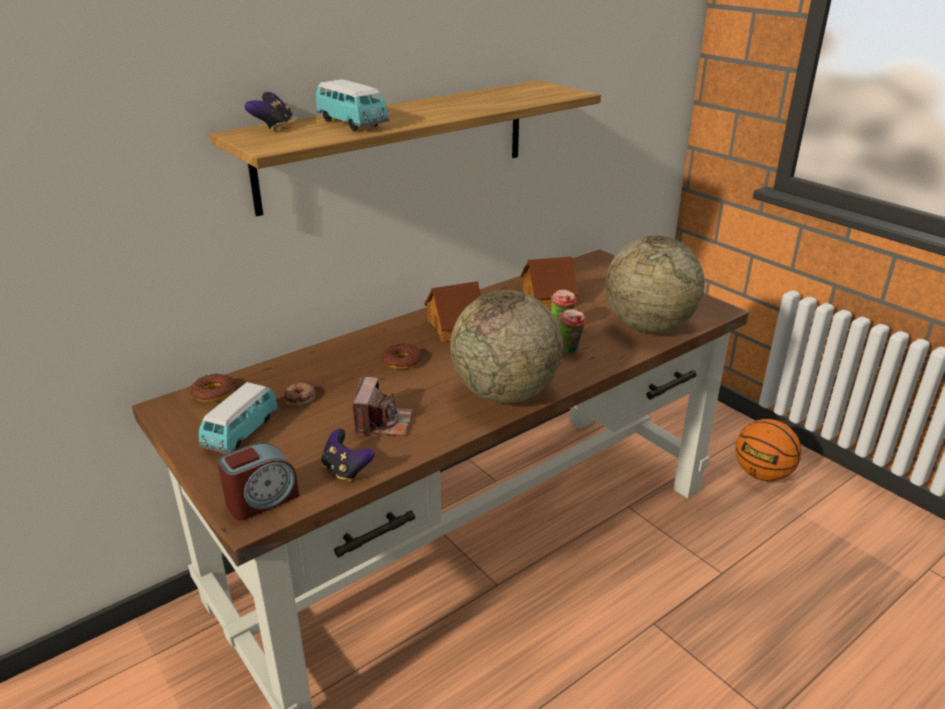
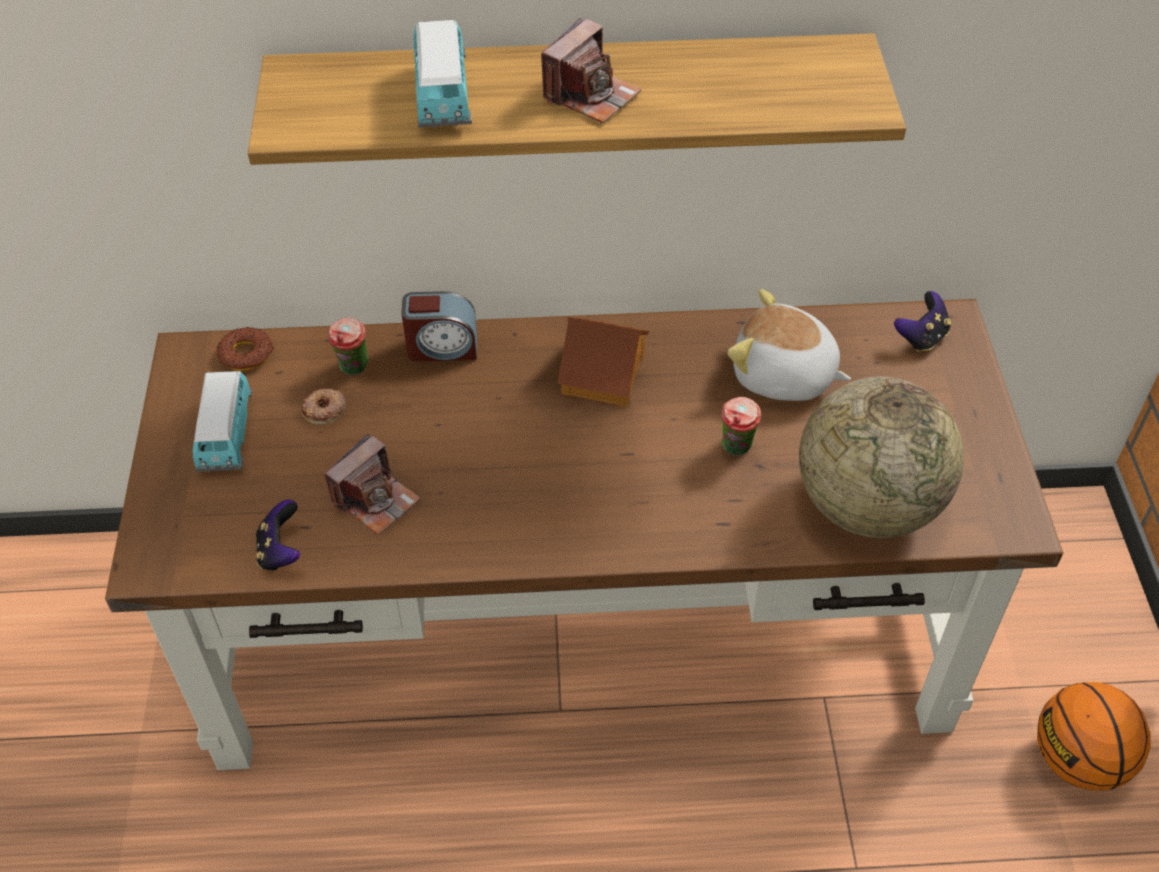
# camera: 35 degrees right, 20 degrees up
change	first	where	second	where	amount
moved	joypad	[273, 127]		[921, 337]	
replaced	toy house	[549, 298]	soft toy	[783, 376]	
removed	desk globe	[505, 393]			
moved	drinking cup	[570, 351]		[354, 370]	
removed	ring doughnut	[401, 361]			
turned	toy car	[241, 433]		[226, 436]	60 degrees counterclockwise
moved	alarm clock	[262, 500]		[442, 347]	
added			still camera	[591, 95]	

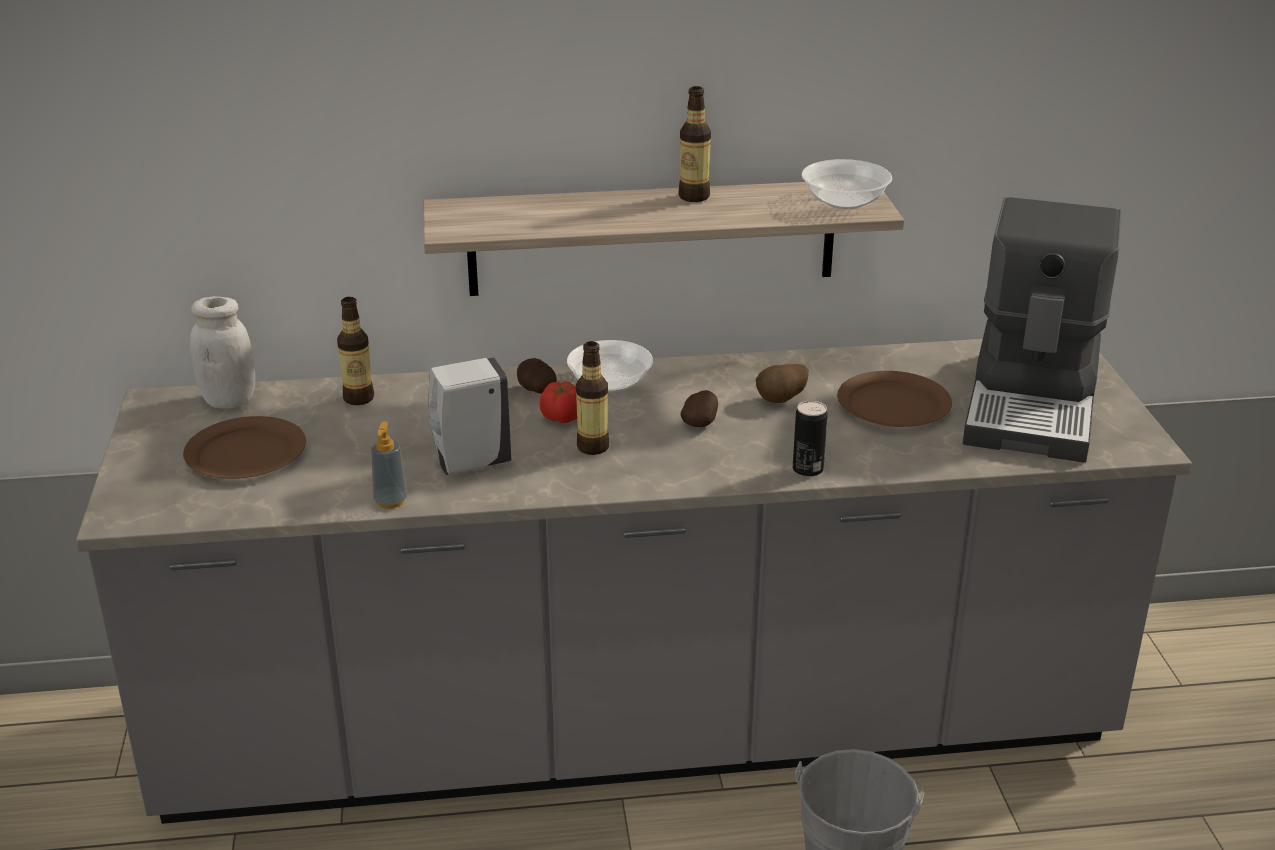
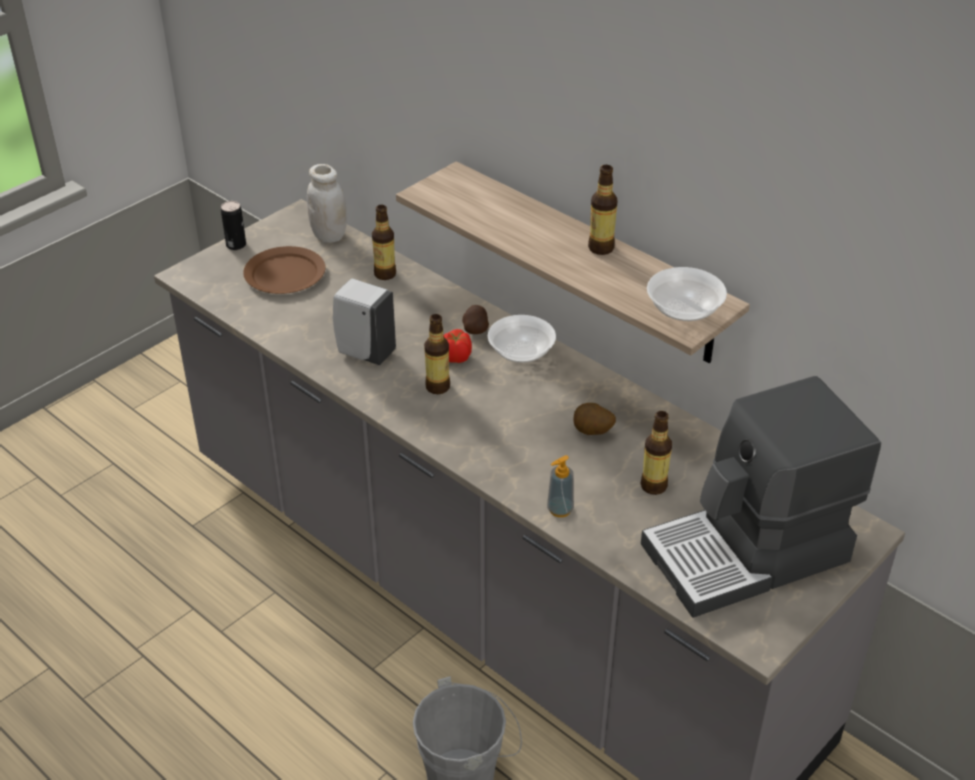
# camera: 50 degrees right, 10 degrees up
change	first	where	second	where	amount
replaced	brown flat dish	[893, 405]	beverage bottle	[653, 486]	
removed	potato	[701, 423]			
moved	sealed can	[807, 469]		[236, 245]	
moved	soap bottle	[390, 501]		[560, 509]	

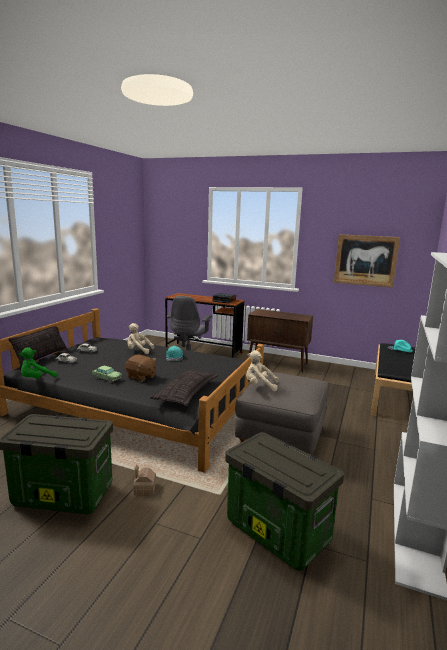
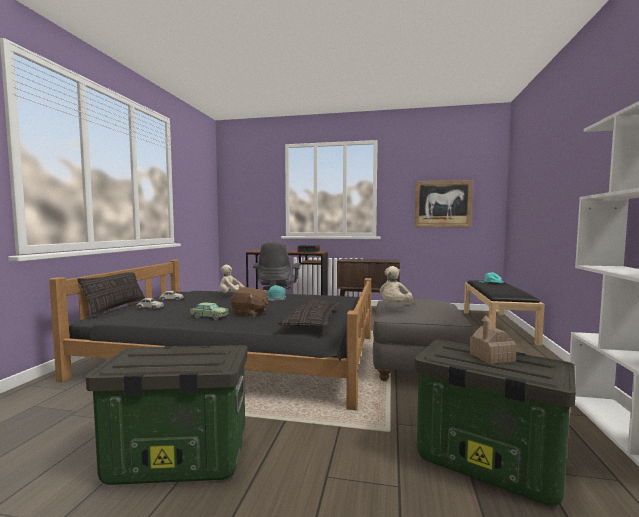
# camera: 10 degrees left, 10 degrees down
change	first	where	second	where	amount
removed	greenish soft toy	[36, 379]			
turned	beige-coloured soft toy	[259, 386]		[394, 306]	60 degrees counterclockwise
moved	toy house	[144, 488]		[491, 357]	

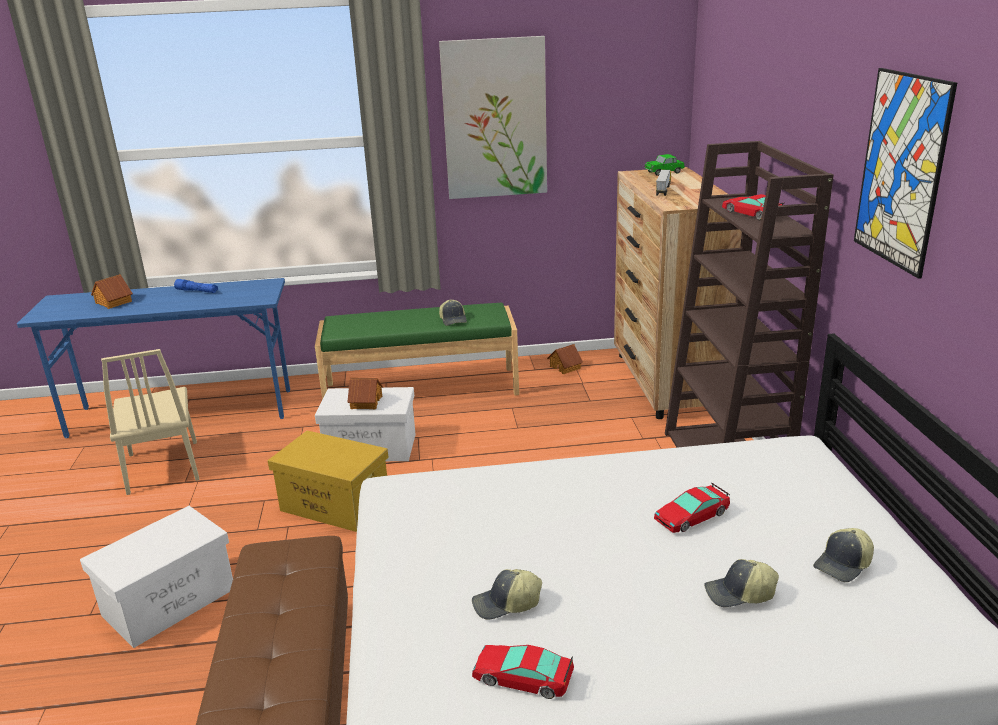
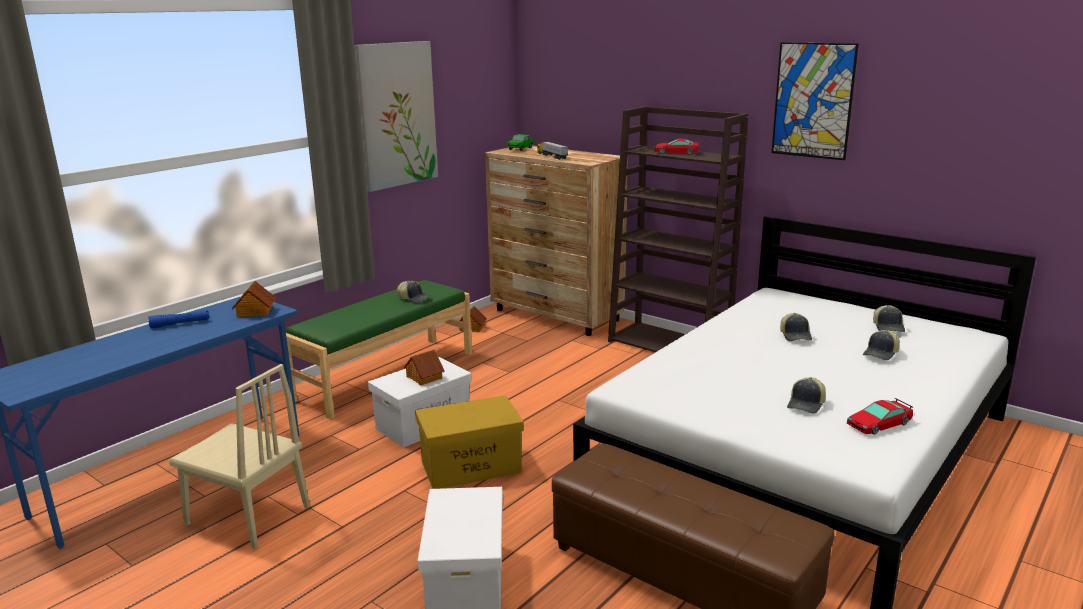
# camera: 45 degrees left, 5 degrees down
change	first	where	second	where	amount
moved	toy house	[113, 302]		[254, 312]	
replaced	toy car	[691, 516]	baseball cap	[796, 336]	

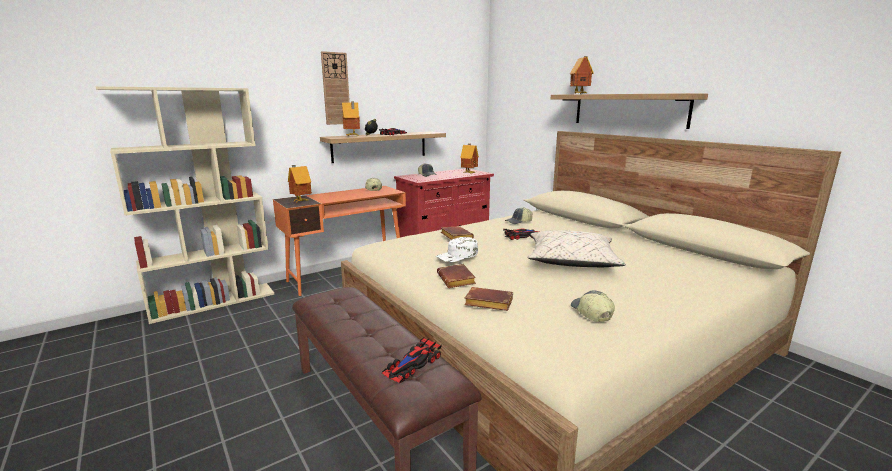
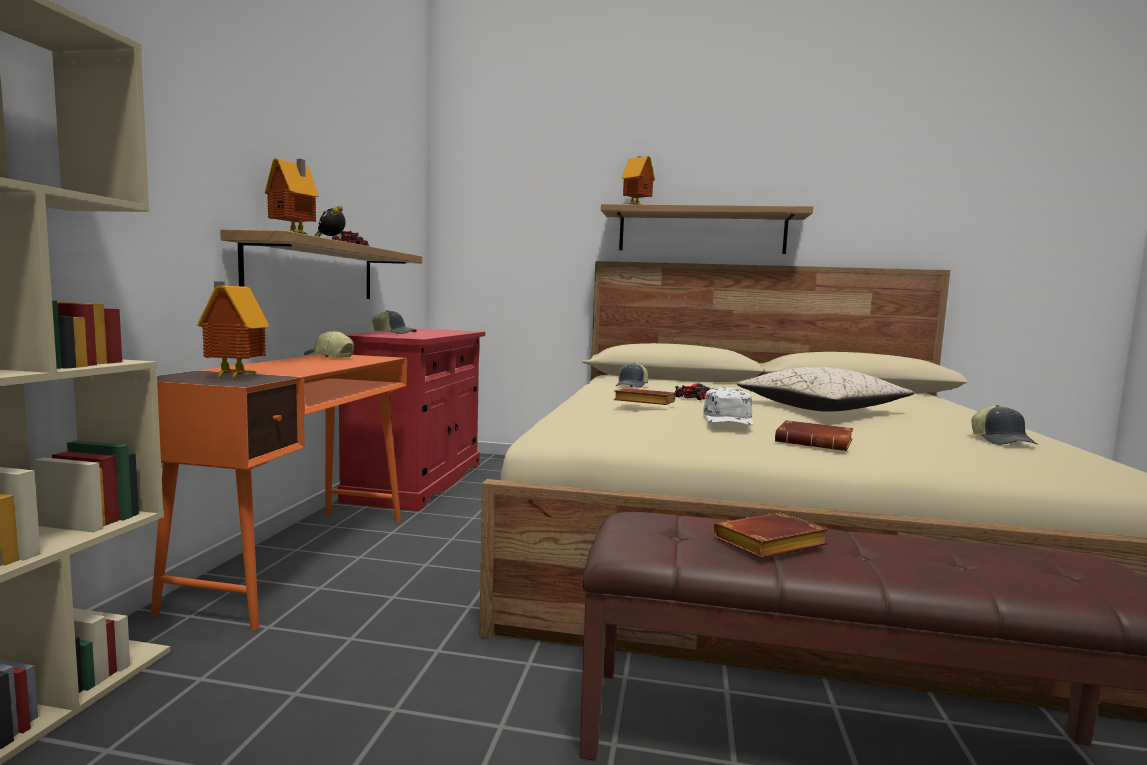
# camera: 45 degrees left, 10 degrees down
change	first	where	second	where	amount
removed	clock on the wall	[336, 89]			
removed	toy house	[469, 173]			
moved	brown volume	[487, 303]		[769, 545]	
turned	baseball cap	[590, 313]		[1002, 441]	120 degrees counterclockwise
removed	toy car	[412, 365]			

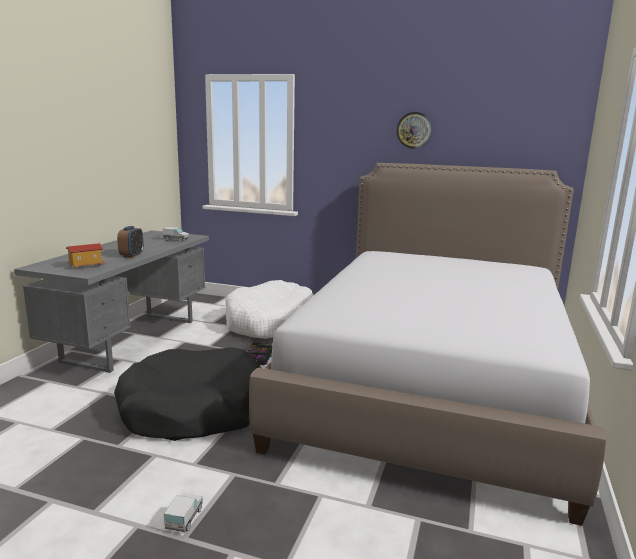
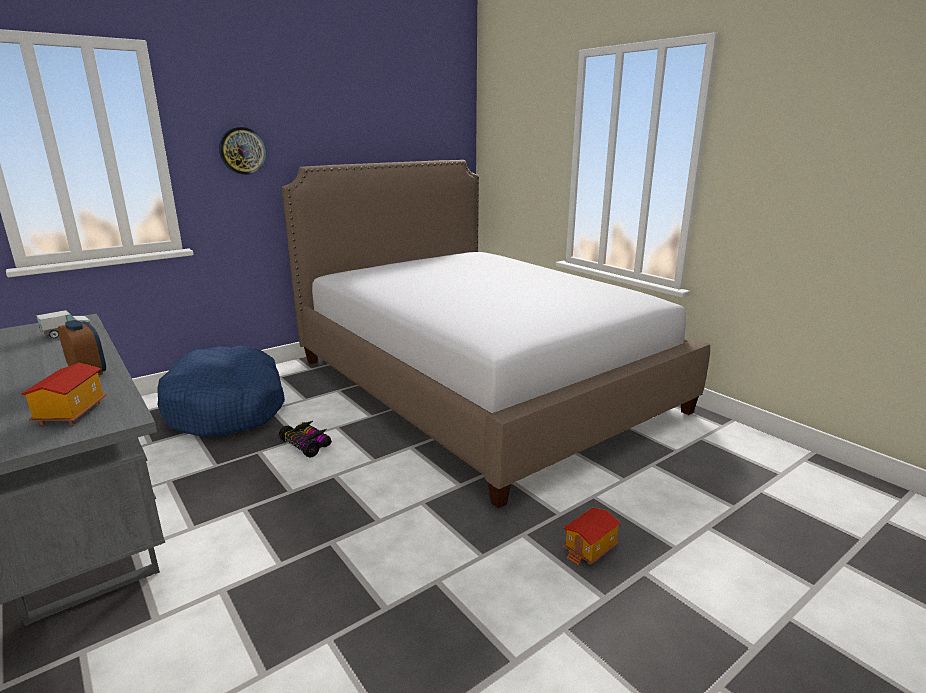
# camera: 55 degrees left, 5 degrees up
change	first	where	second	where	amount
moved	clock on the wall	[414, 130]		[242, 151]	
recoloured	white dog cushion	[270, 323]	bluish dog cushion	[227, 407]	
removed	black-coloured dog cushion	[194, 409]			
removed	toy truck	[184, 519]			
added			toy house	[590, 549]	

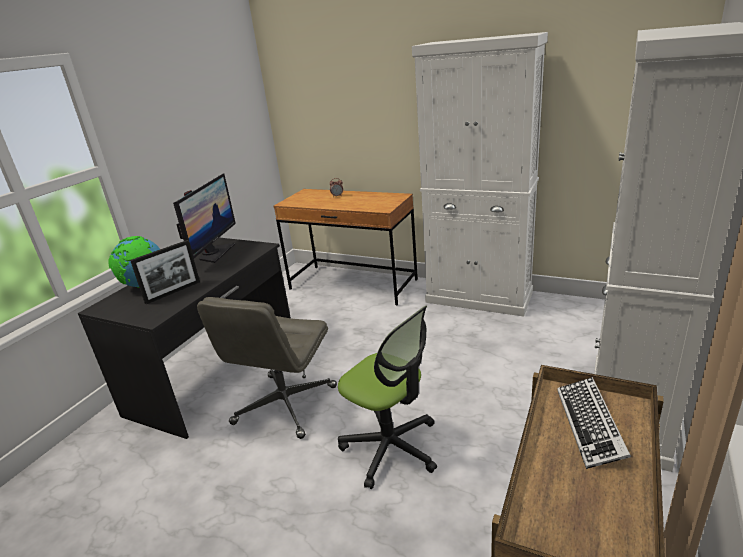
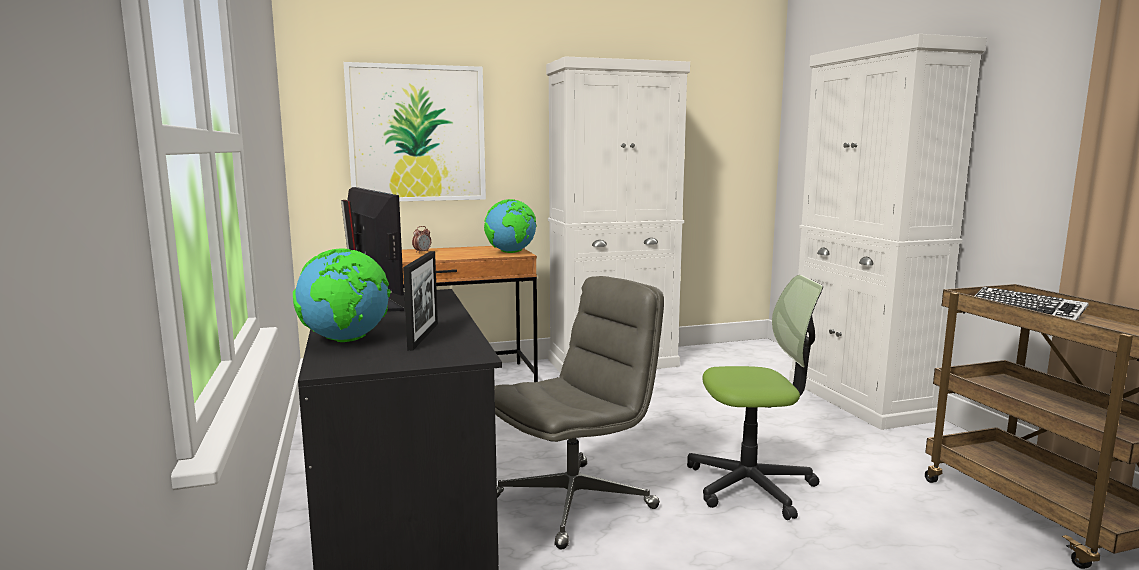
# camera: 45 degrees left, 15 degrees down
change	first	where	second	where	amount
turned	greyish computer chair	[285, 406]		[574, 502]	105 degrees counterclockwise
added			picture	[417, 134]	
added			desk globe	[511, 252]	

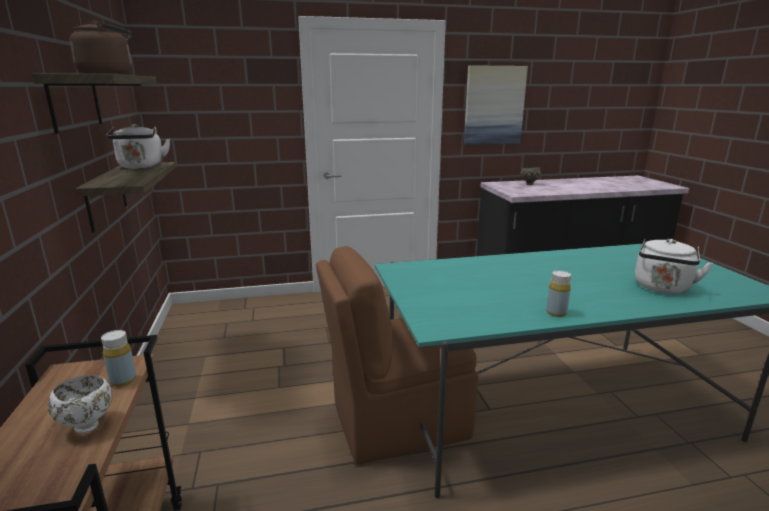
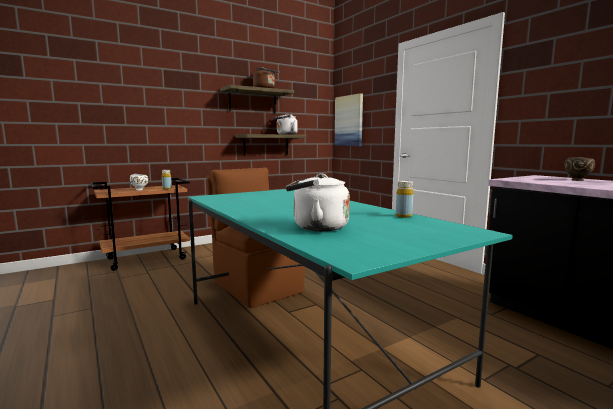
# camera: 70 degrees right, 10 degrees down
change	first	where	second	where	amount
moved	picture	[494, 106]		[349, 121]	
moved	yellow beverage bottle	[556, 313]		[403, 216]	

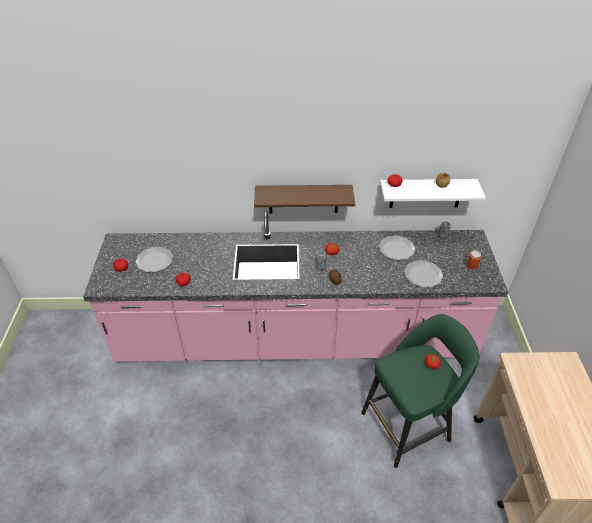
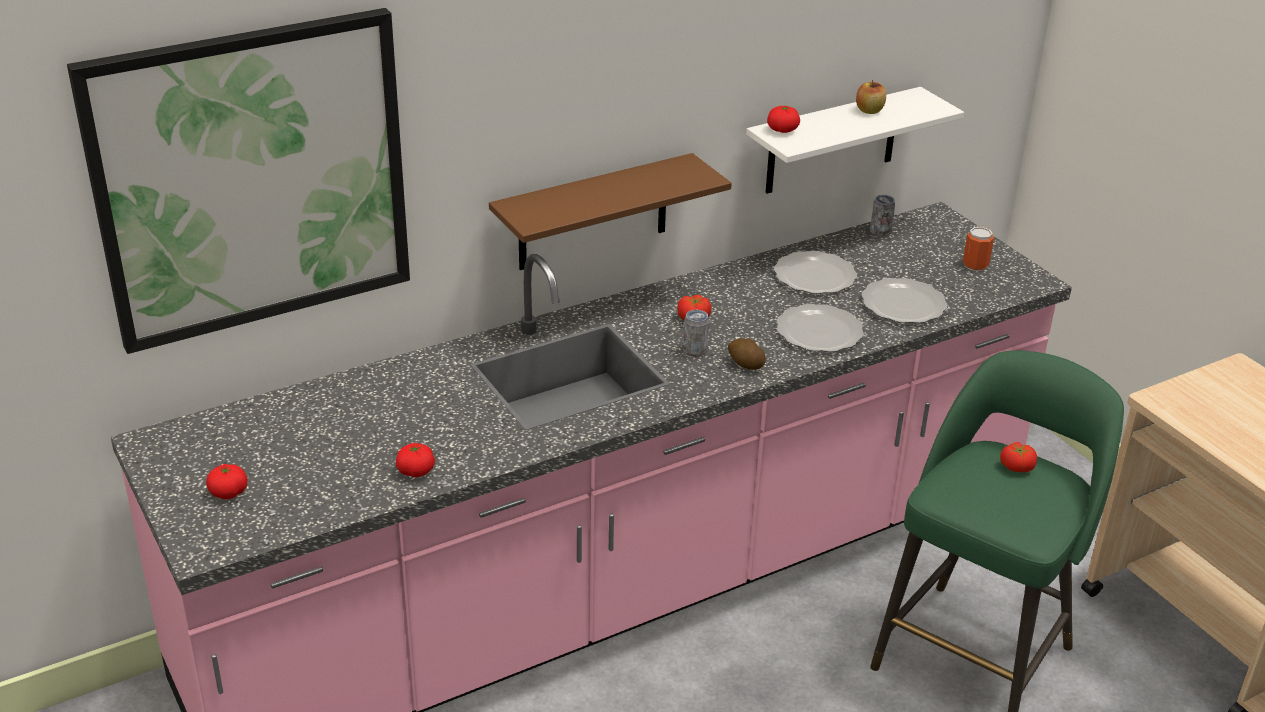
# camera: 30 degrees left, 10 degrees down
change	first	where	second	where	amount
moved	flat dish	[154, 260]		[817, 331]	
added			picture	[252, 179]	

